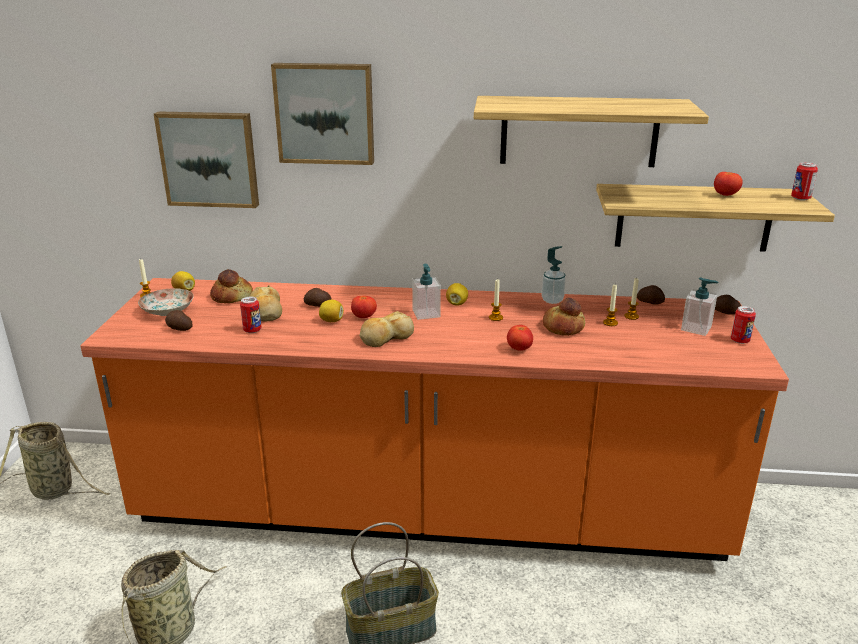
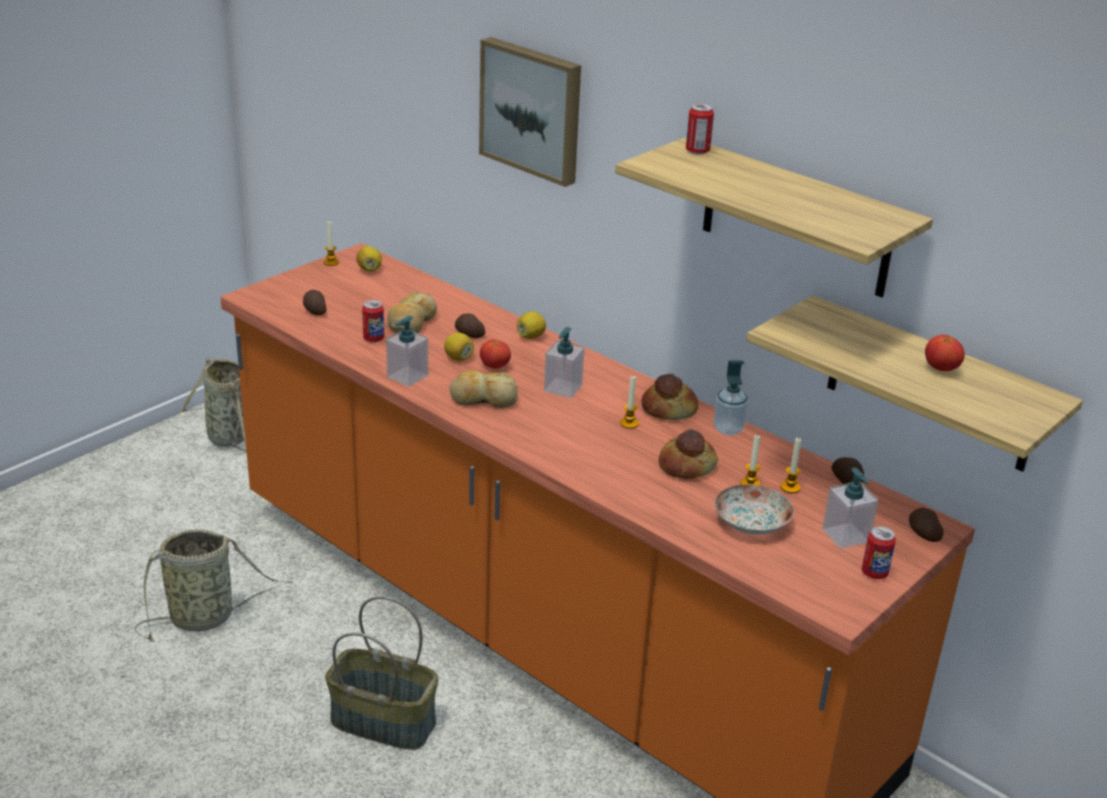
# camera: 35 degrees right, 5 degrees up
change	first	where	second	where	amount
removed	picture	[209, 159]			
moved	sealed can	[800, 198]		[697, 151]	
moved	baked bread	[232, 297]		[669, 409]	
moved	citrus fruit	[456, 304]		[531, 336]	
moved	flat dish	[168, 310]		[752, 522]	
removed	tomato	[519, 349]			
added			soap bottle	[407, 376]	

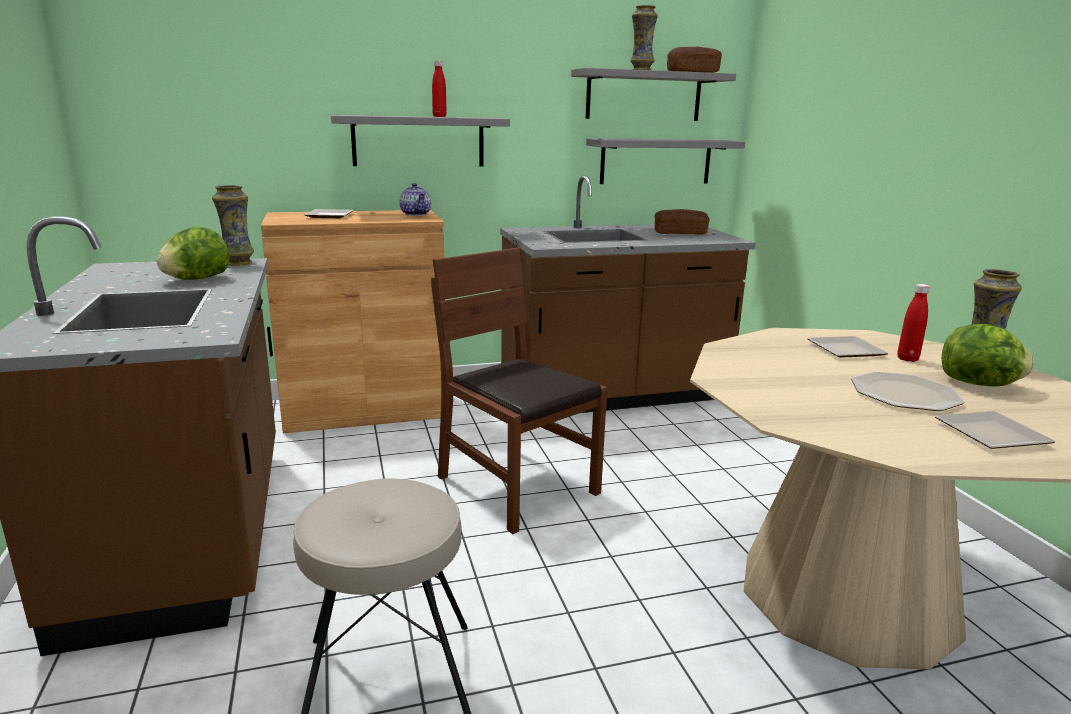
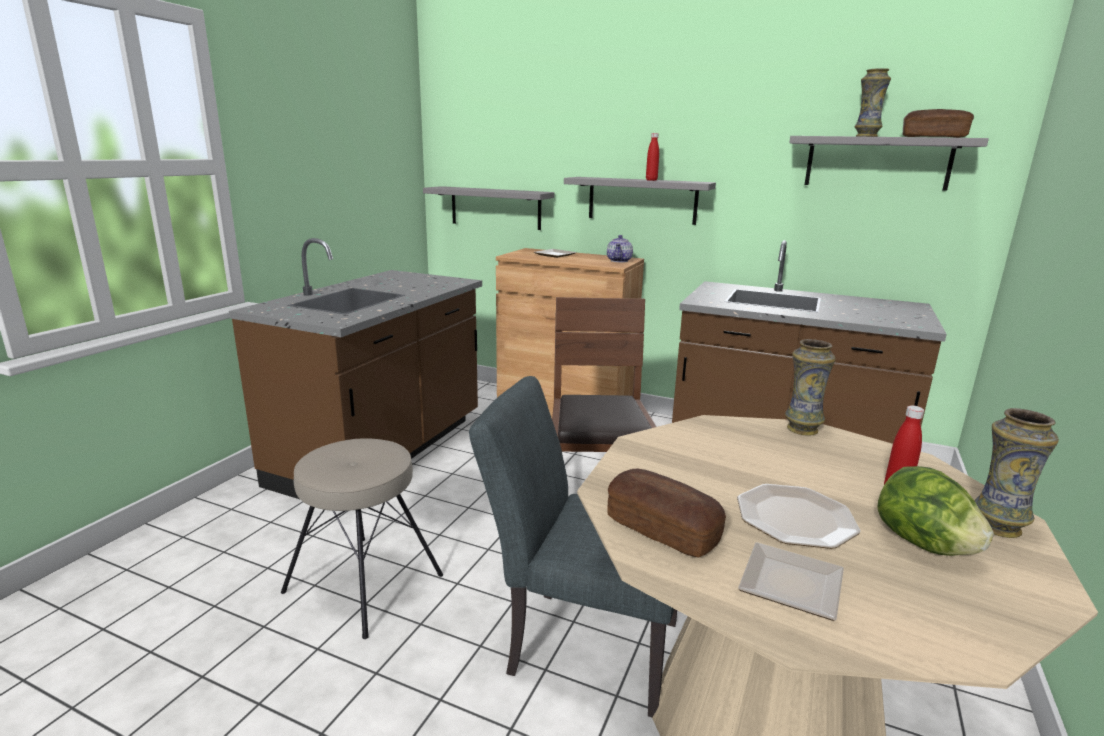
# camera: 40 degrees right, 0 degrees up
change	first	where	second	where	amount
moved	greyish bracket shelf	[656, 161]		[495, 208]	
moved	flower vase	[238, 263]		[801, 429]	
moved	baked bread	[680, 233]		[662, 530]	
removed	lettuce	[197, 279]			
removed	flat dish	[846, 350]			
added			greyish upright chair	[580, 643]	

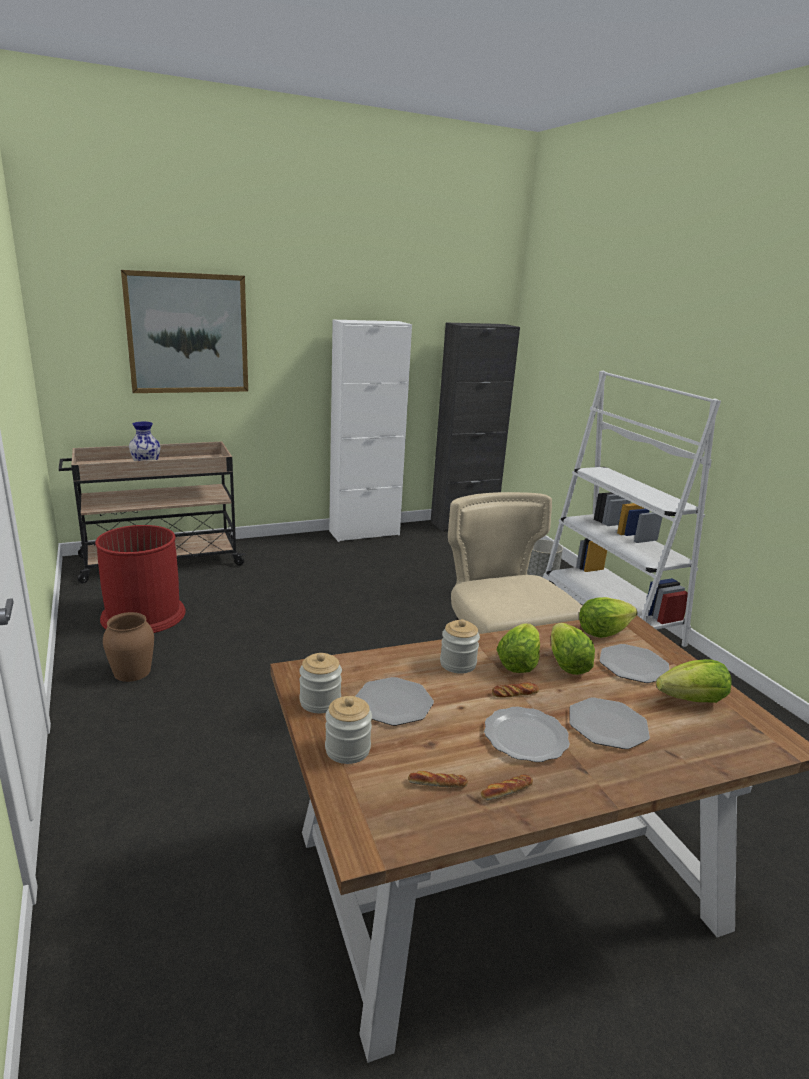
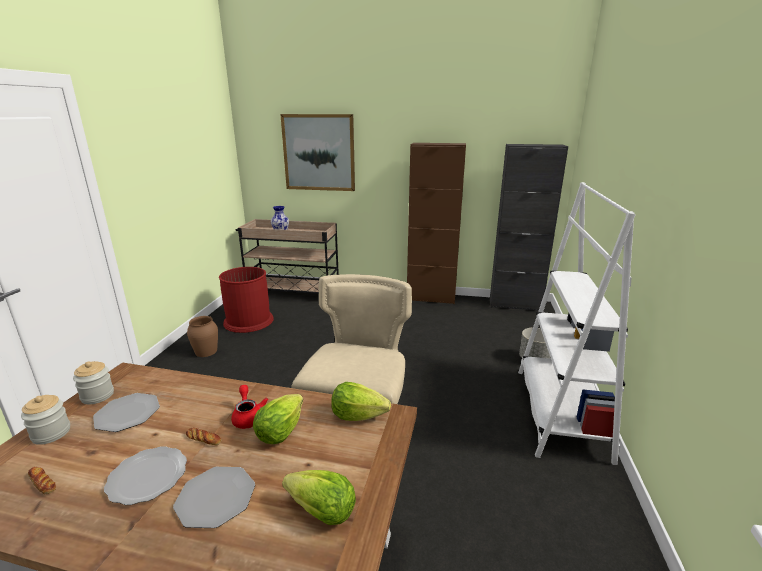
# camera: 35 degrees right, 0 degrees up
change	first	where	second	where	amount
recoloured	white cabinet	[364, 533]	brown cabinet	[431, 298]	
removed	jar	[458, 664]			
replaced	lettuce	[518, 663]	red-coloured tea pot	[248, 416]	
removed	flat dish	[633, 665]			
removed	baked bread	[506, 791]			

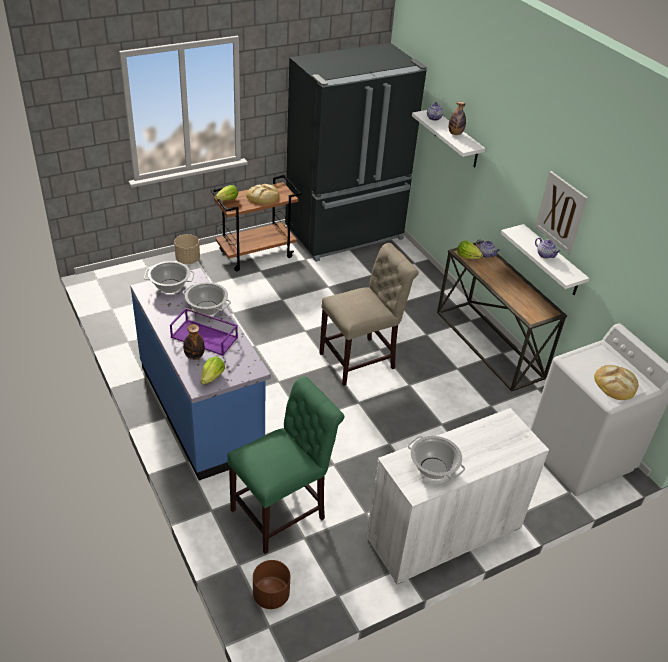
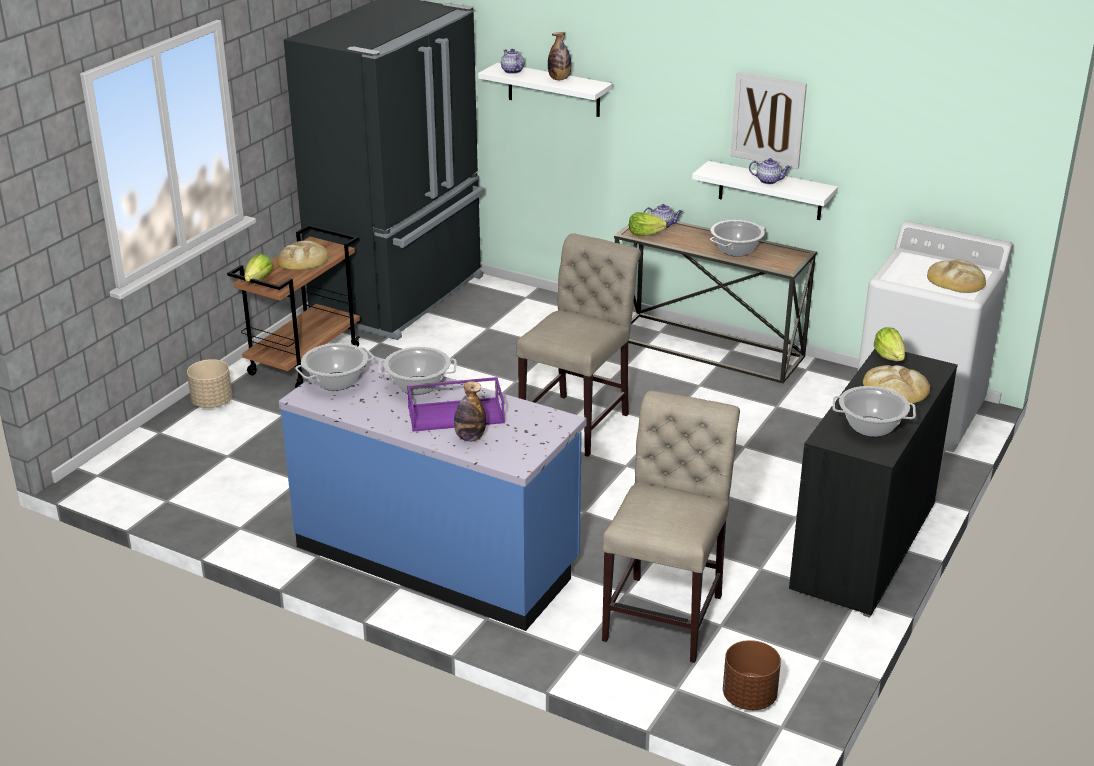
# camera: 30 degrees left, 10 degrees down
change	first	where	second	where	amount
moved	lettuce	[212, 377]		[889, 357]	
recoloured	greenish upright chair	[283, 512]	beige-coloured upright chair	[667, 613]	
recoloured	white cabinet	[444, 533]	black-coloured cabinet	[863, 547]	
added			saucepot	[736, 250]	
added			baked bread	[896, 389]	

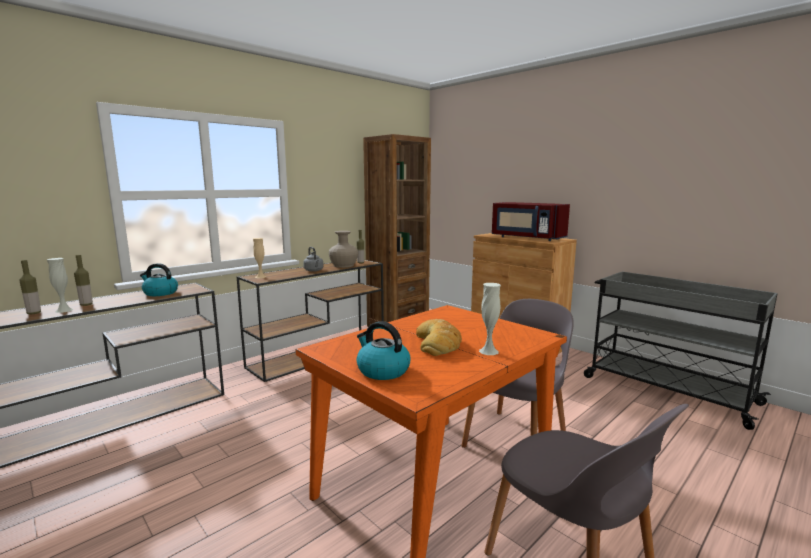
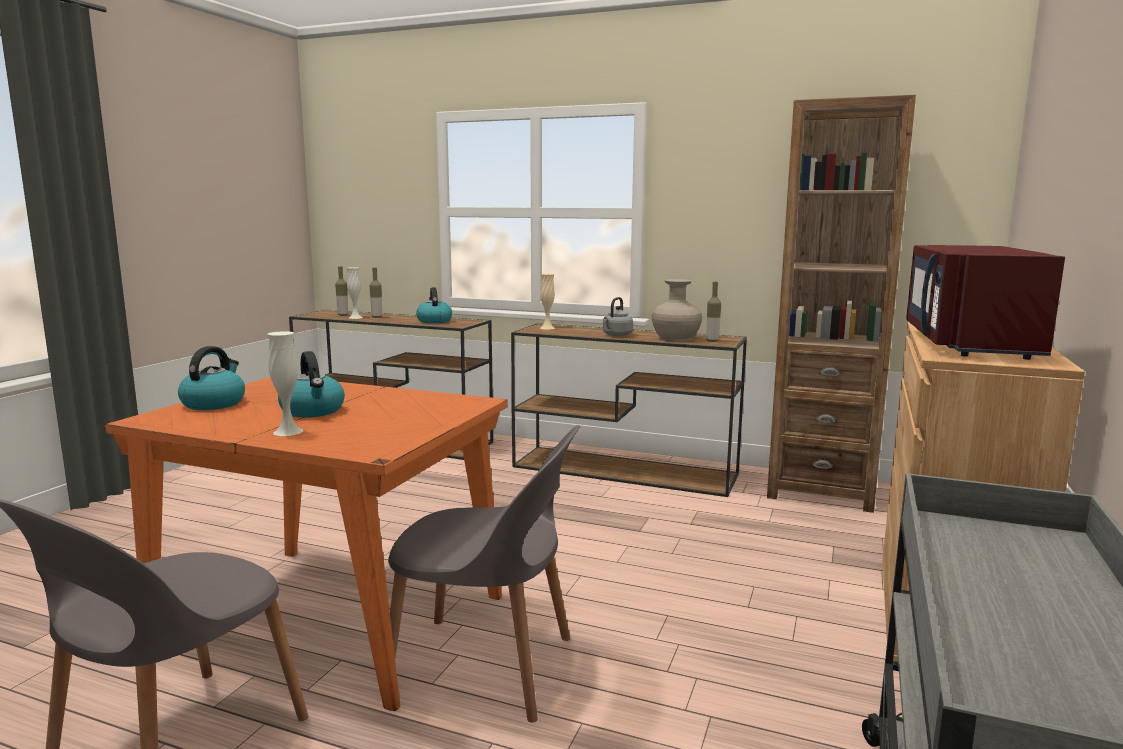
# camera: 65 degrees right, 0 degrees up
change	first	where	second	where	amount
replaced	baked bread	[438, 343]	kettle	[313, 411]	

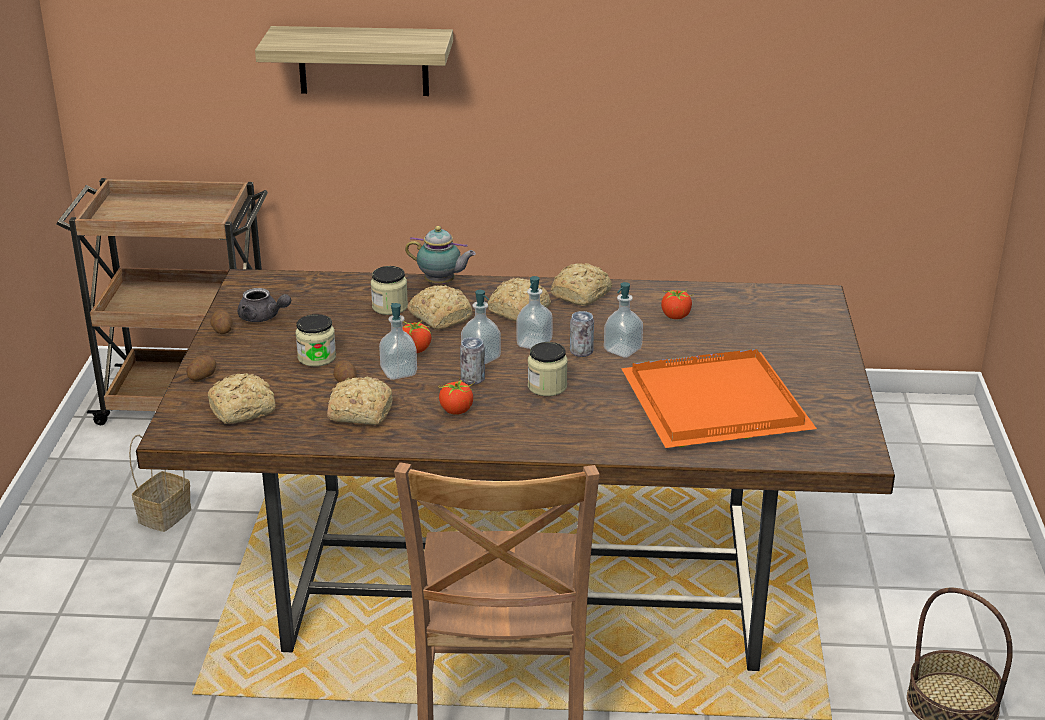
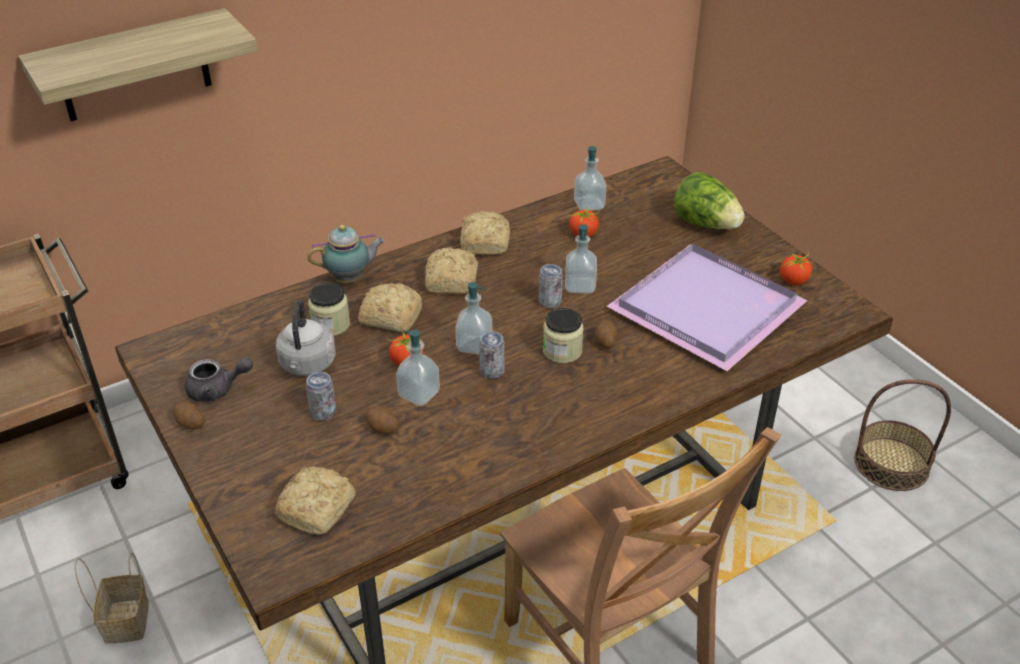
# camera: 35 degrees left, 10 degrees up
change	first	where	second	where	amount
moved	soap bottle	[534, 343]		[589, 205]	
replaced	jar	[317, 357]	sealed can	[323, 413]	
recoloured	orange-coloured serving tray	[713, 405]	purple serving tray	[707, 311]	
moved	potato	[201, 376]		[605, 341]	
removed	baked bread	[359, 412]			
moved	tomato	[457, 410]		[794, 280]	
added			lettuce	[706, 224]	
added			greyish kettle	[307, 365]	

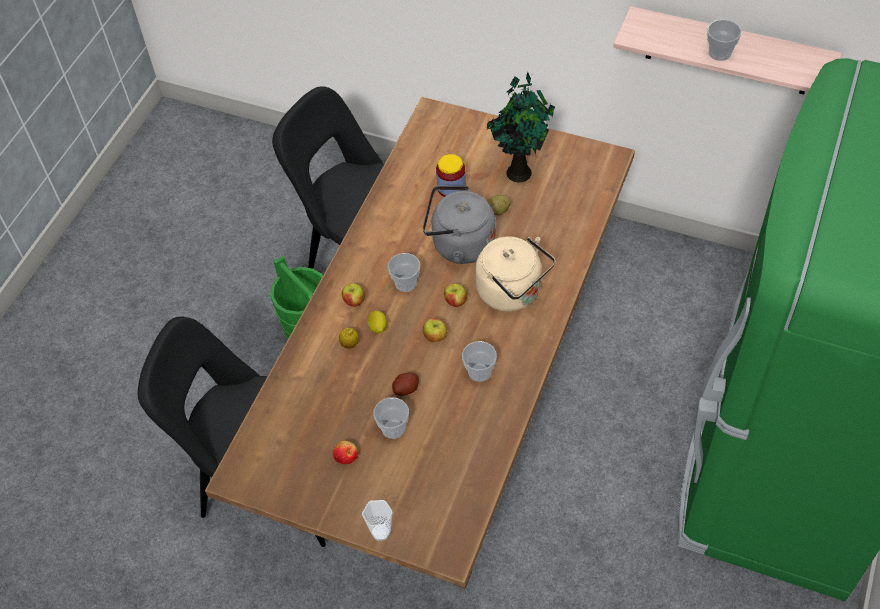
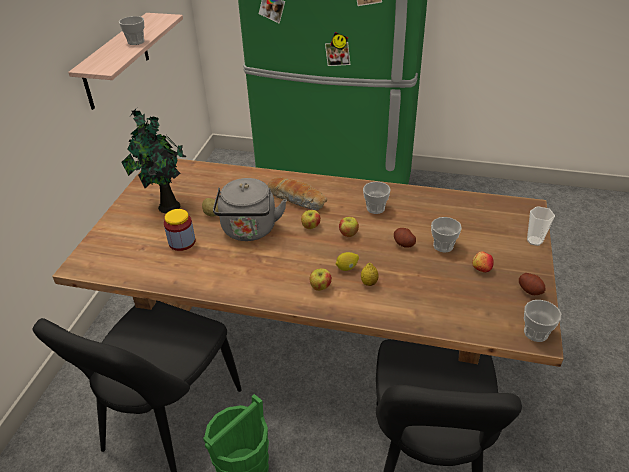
# camera: 100 degrees left, 15 degrees down
change	first	where	second	where	amount
replaced	beige-coloured kettle	[512, 292]	baked bread	[297, 199]	
moved	drinking cup	[405, 283]		[536, 333]	
added			potato	[530, 290]	

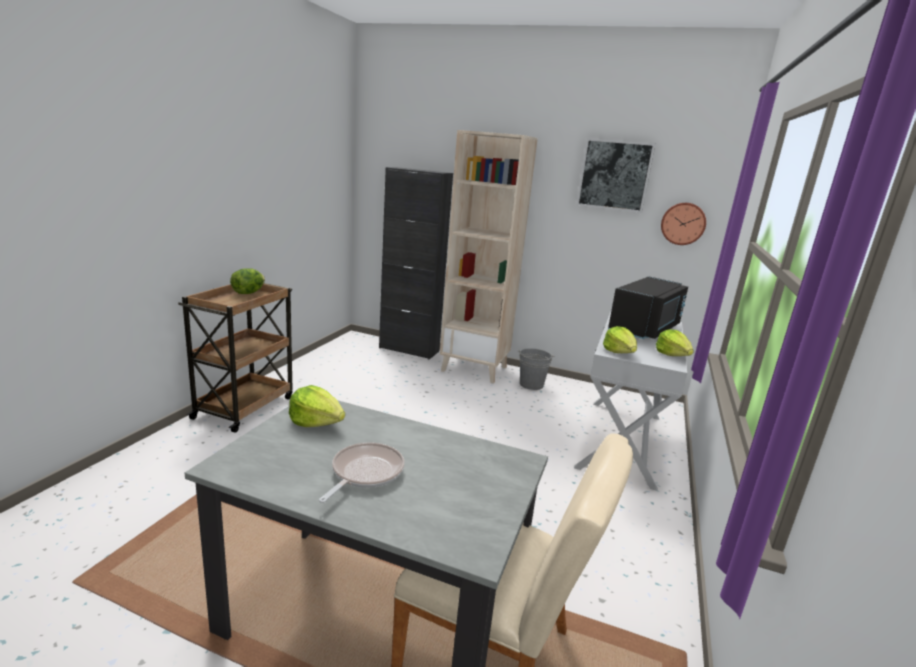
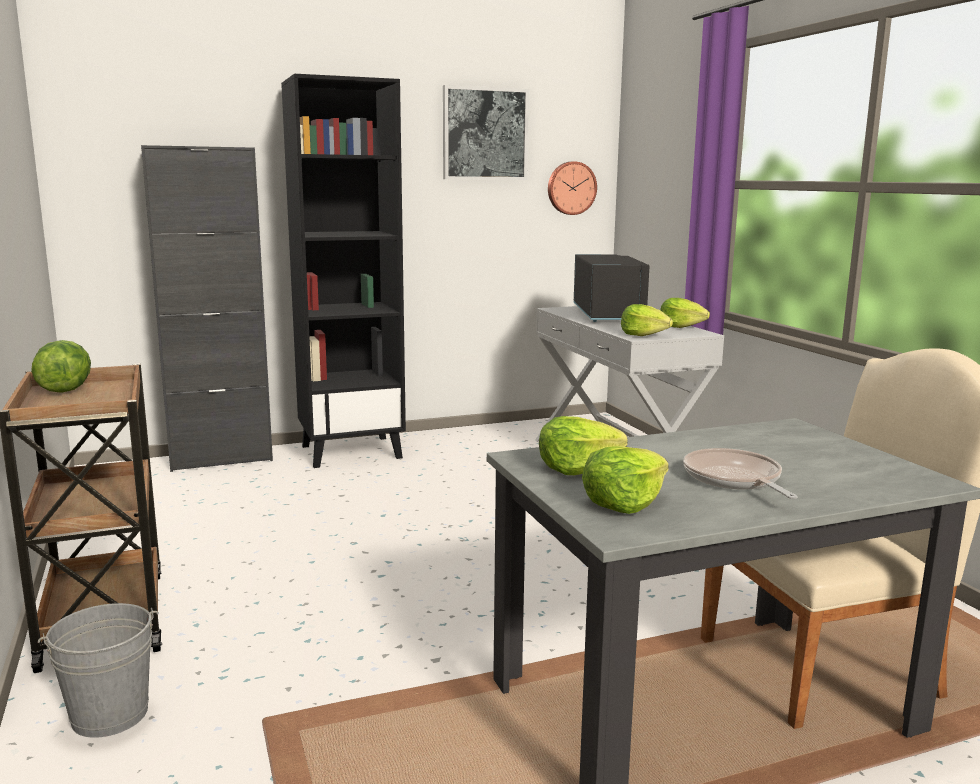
# camera: 40 degrees left, 5 degrees down
change	first	where	second	where	amount
recoloured	beige-coloured shelving unit	[475, 369]	black-coloured shelving unit	[352, 451]	
moved	greyish bucket	[531, 384]		[109, 715]	
added			lettuce	[623, 503]	

